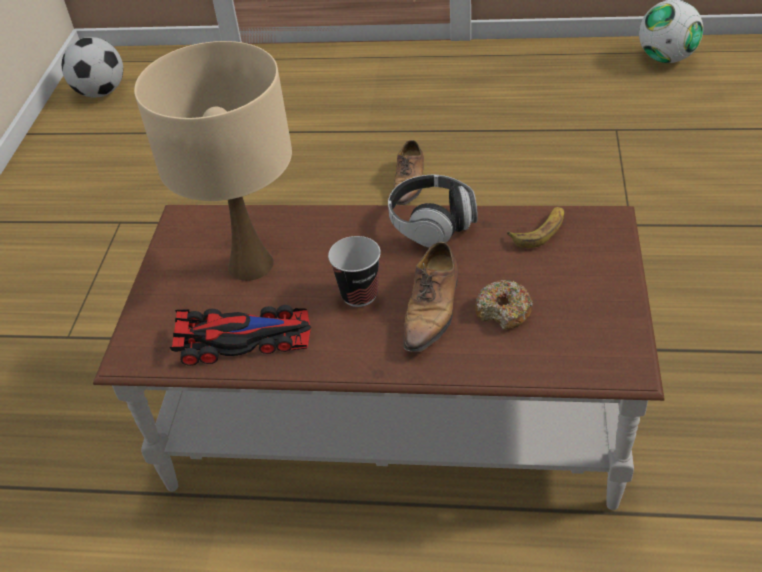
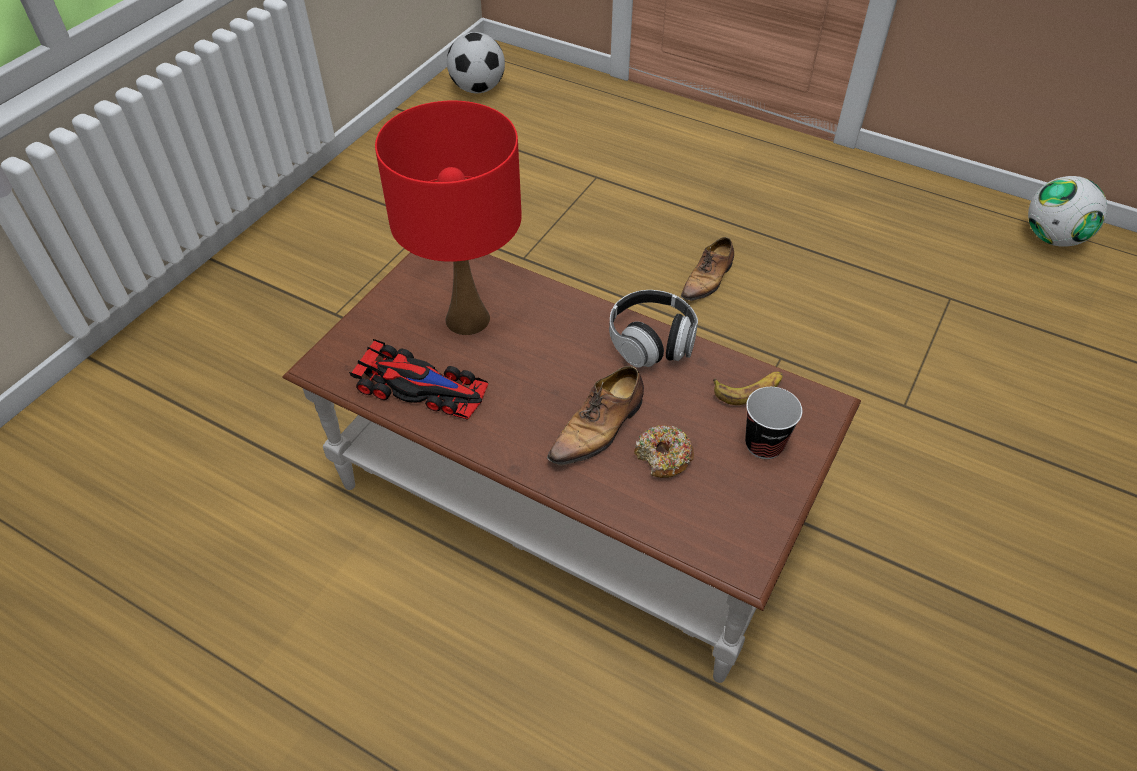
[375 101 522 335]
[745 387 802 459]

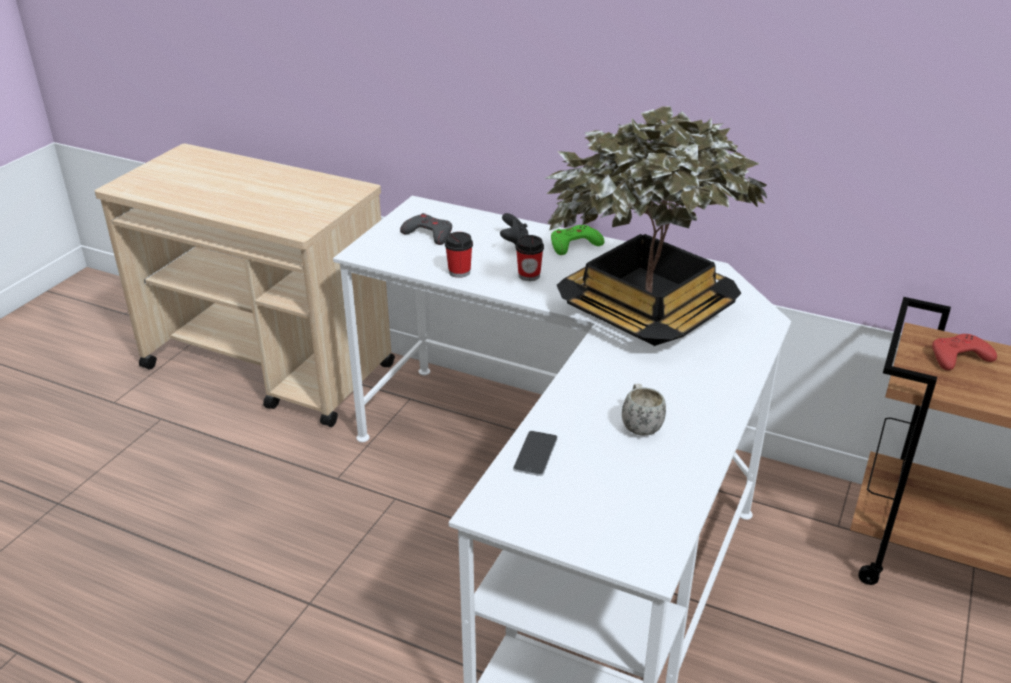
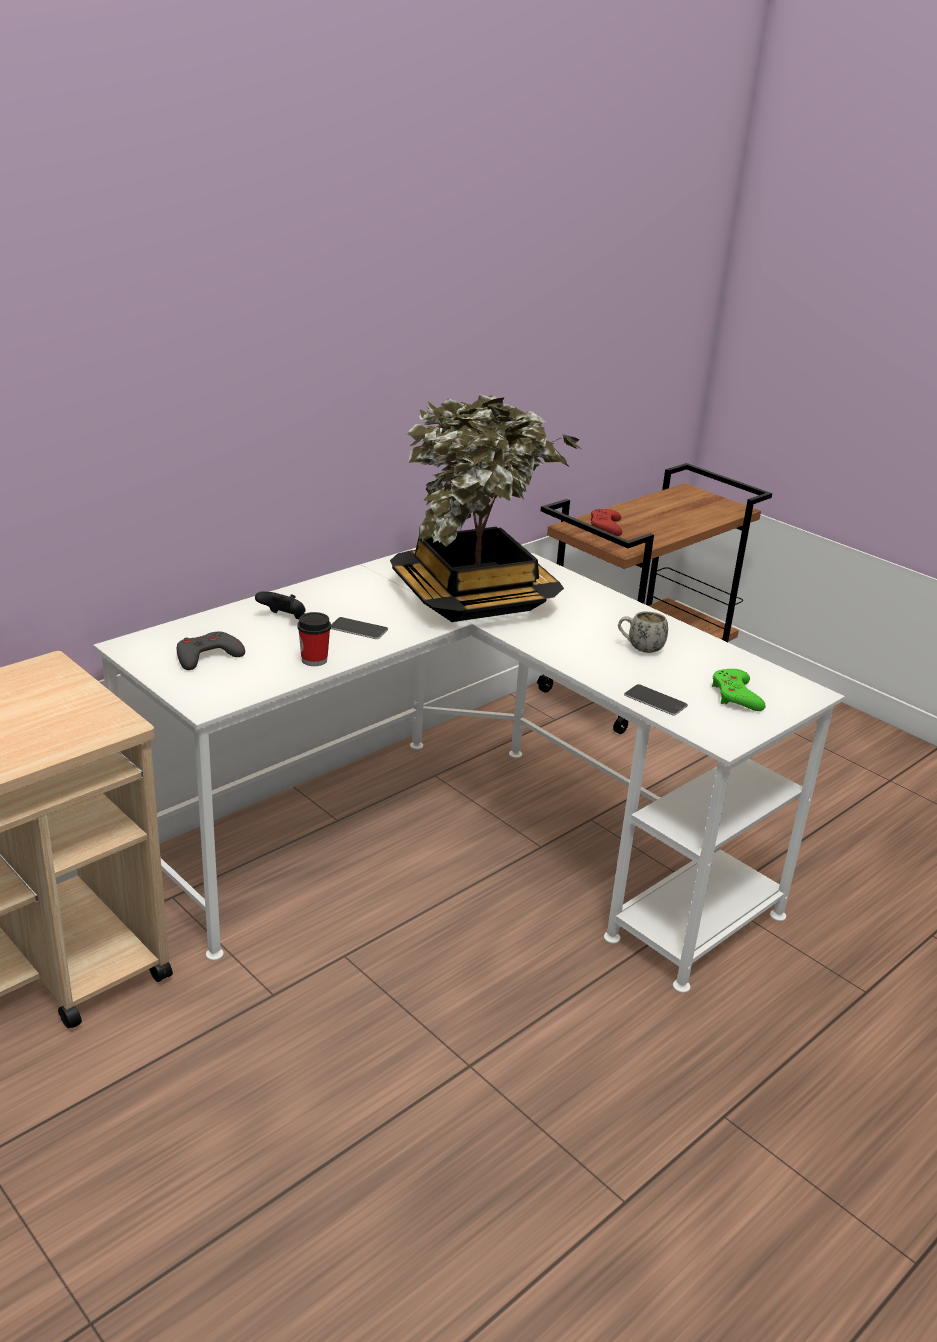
[712 669 766 711]
[331 617 388 639]

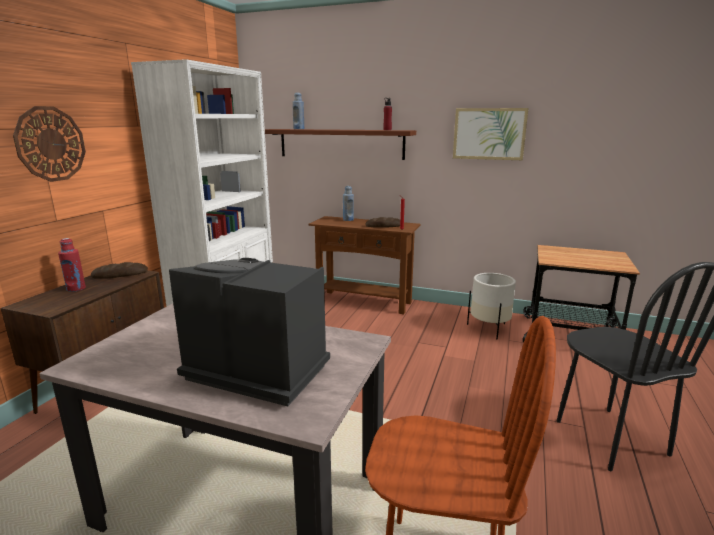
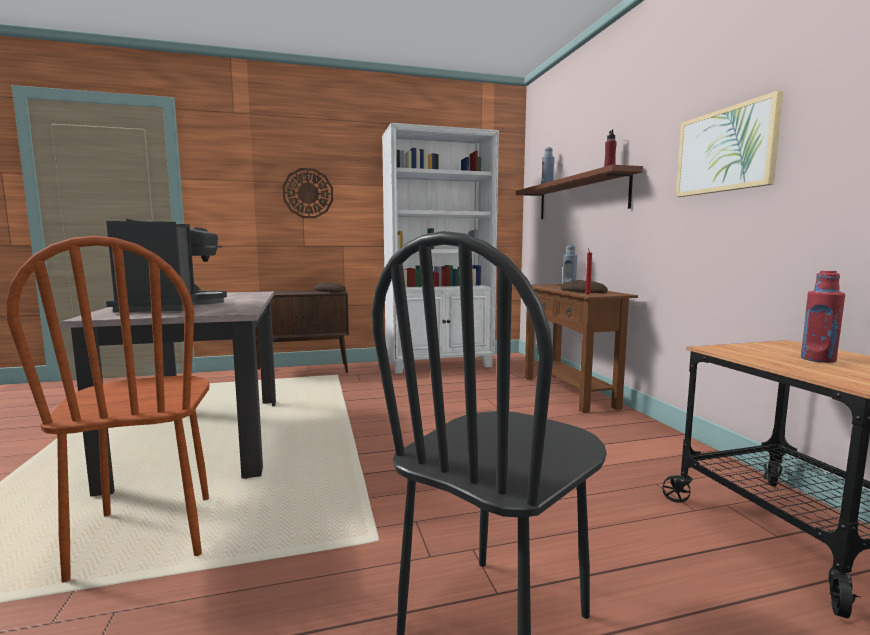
[801 271 845 363]
[467 273 516 339] (first image)

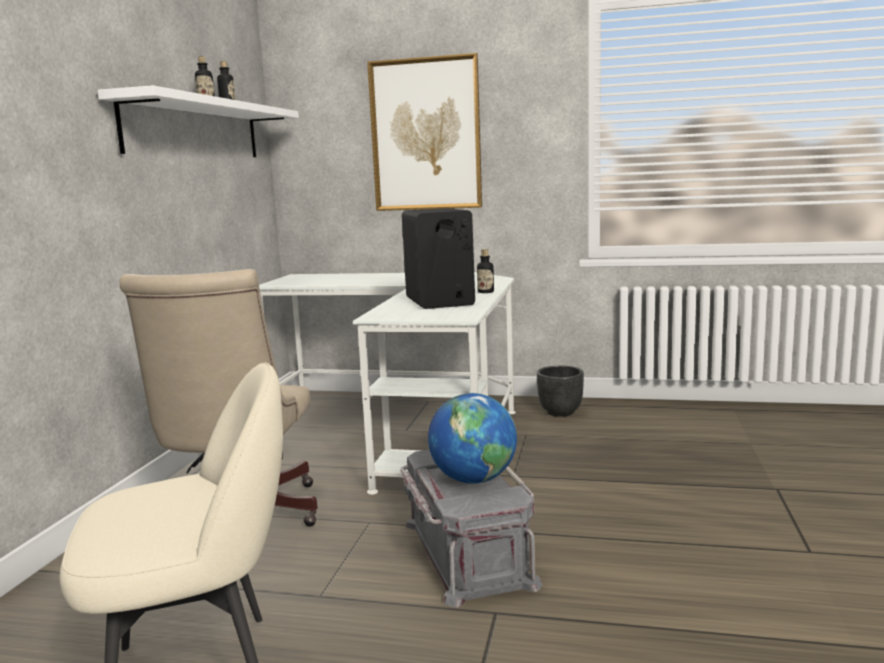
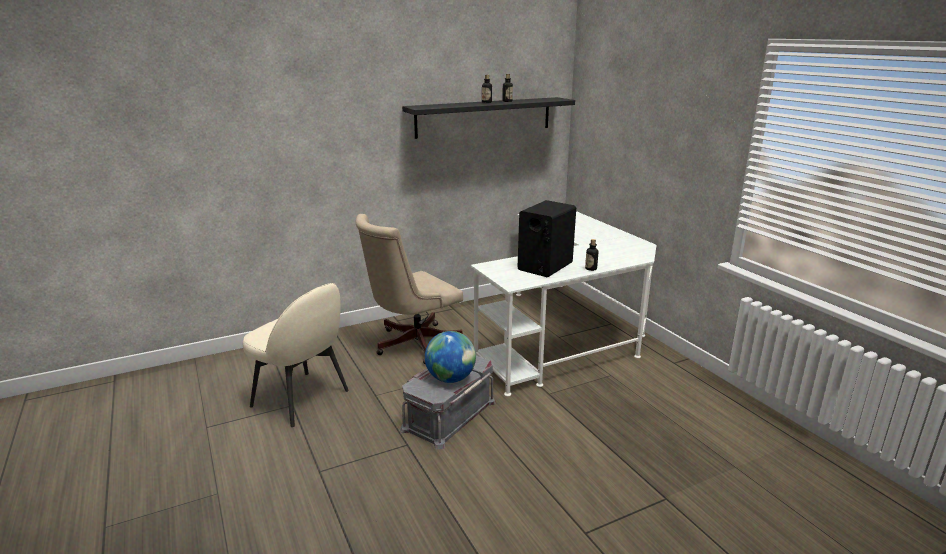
[367 53 482 211] (first image)
[402 97 575 139]
[537 366 584 417] (first image)

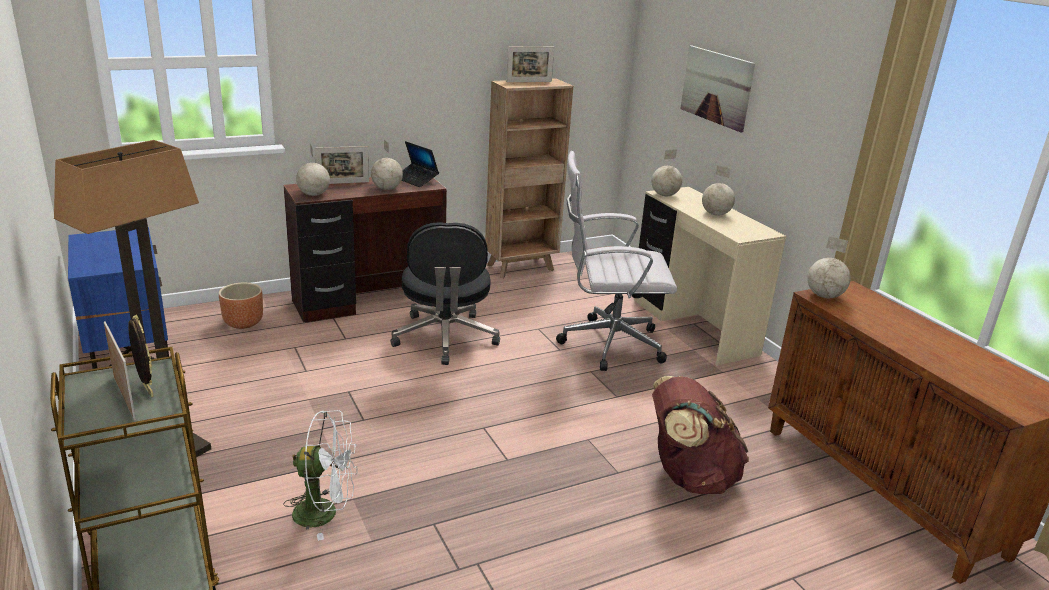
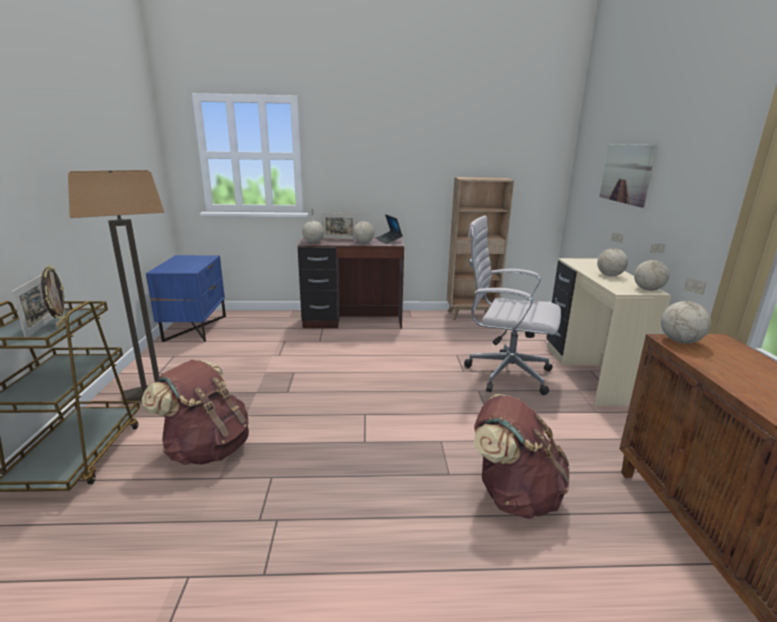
[506 46 554 82] (first image)
[634 243 669 291]
[391 222 500 365] (first image)
[219 283 263 329] (first image)
[142 360 249 465]

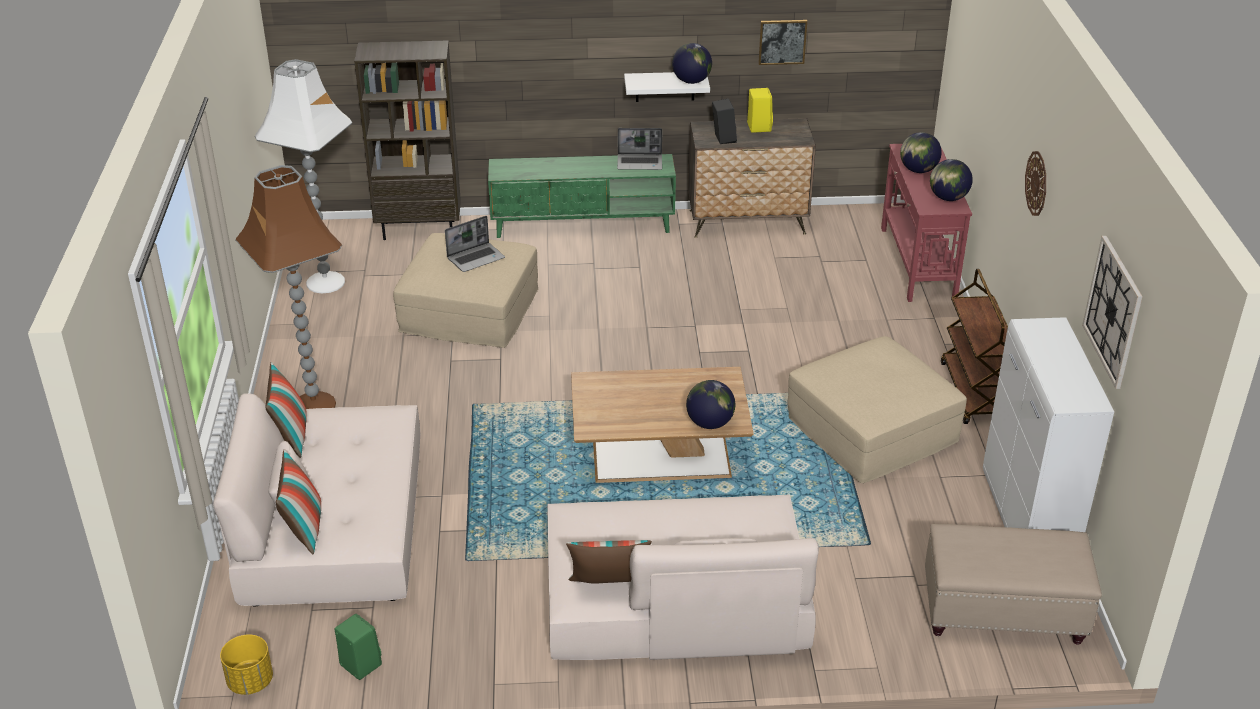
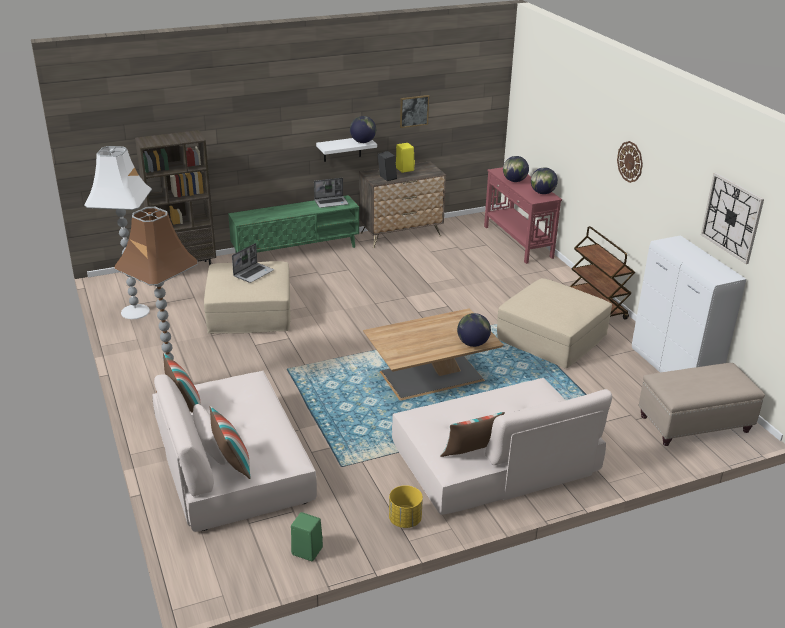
[389 485 423 528]

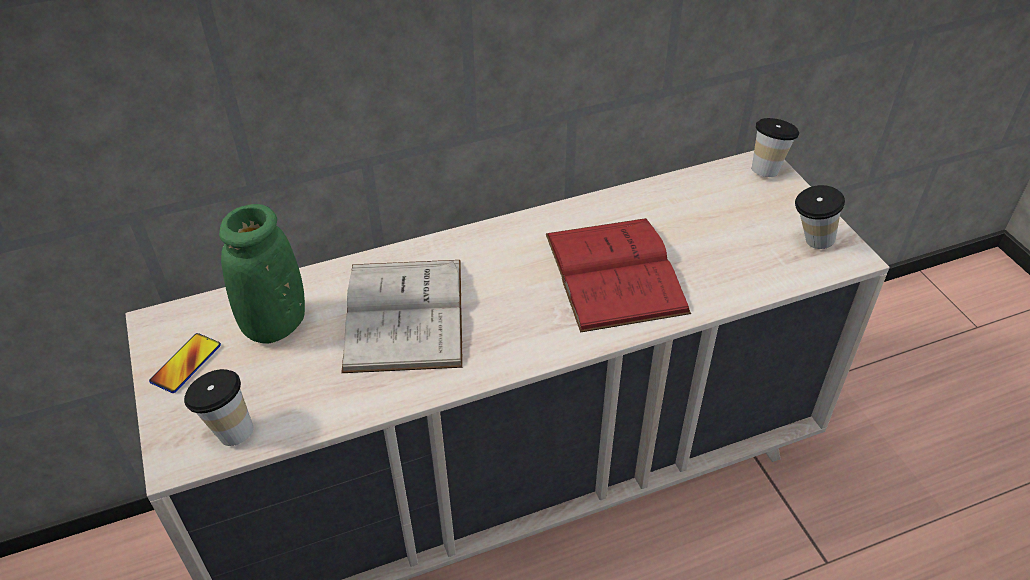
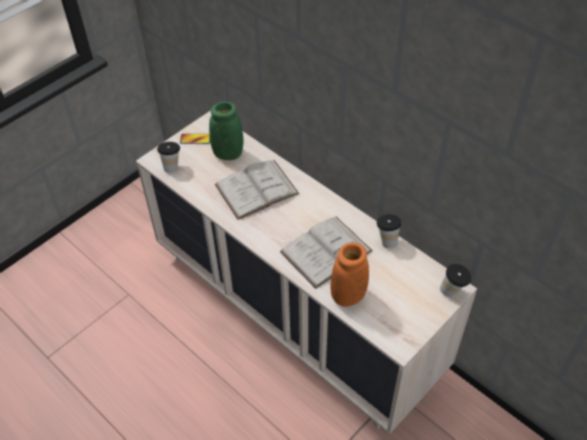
[377 214 402 248]
[280 217 372 289]
[331 243 369 307]

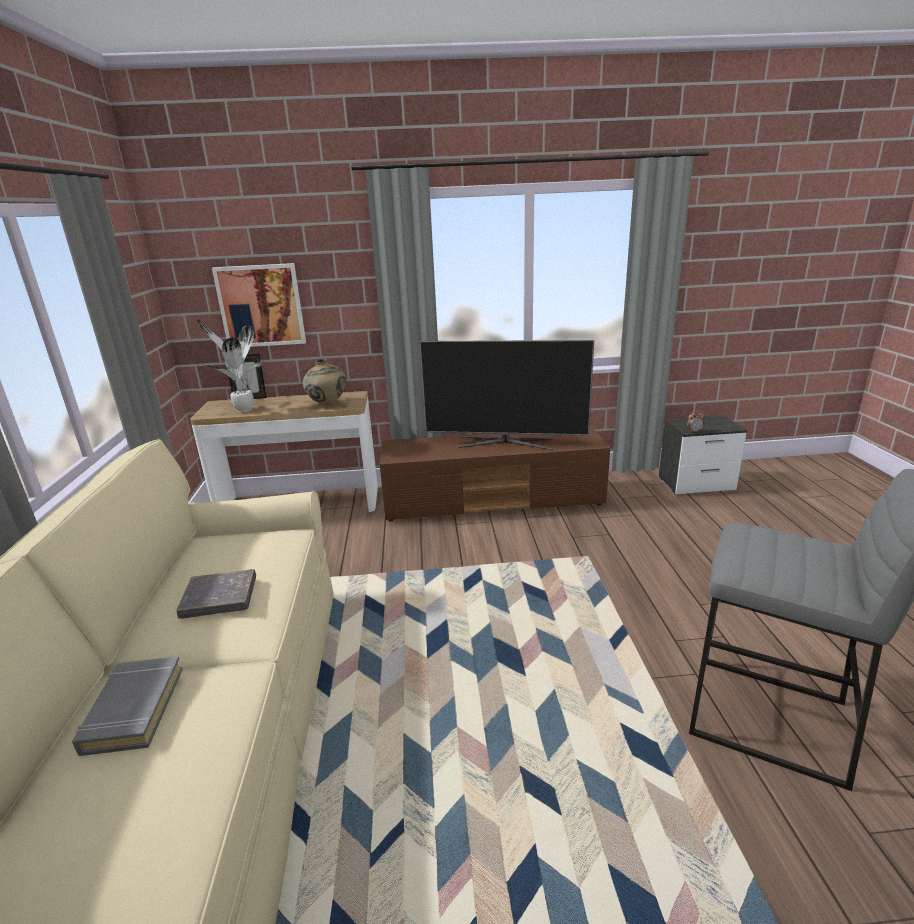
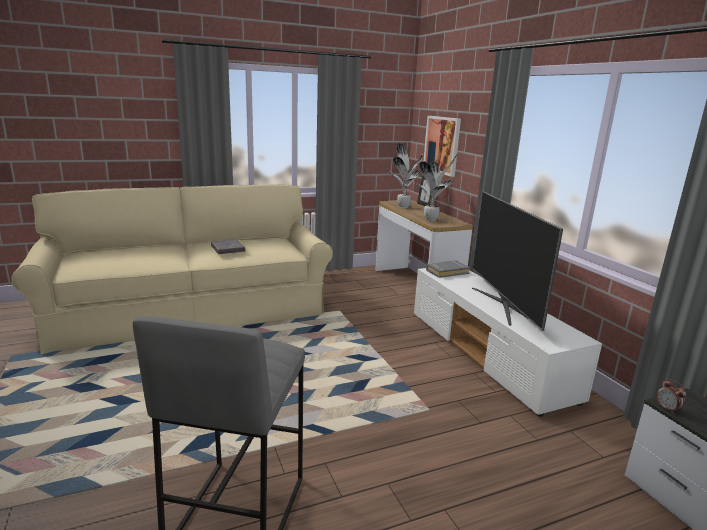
[415 153 458 221]
[414 268 602 417]
[426 260 470 278]

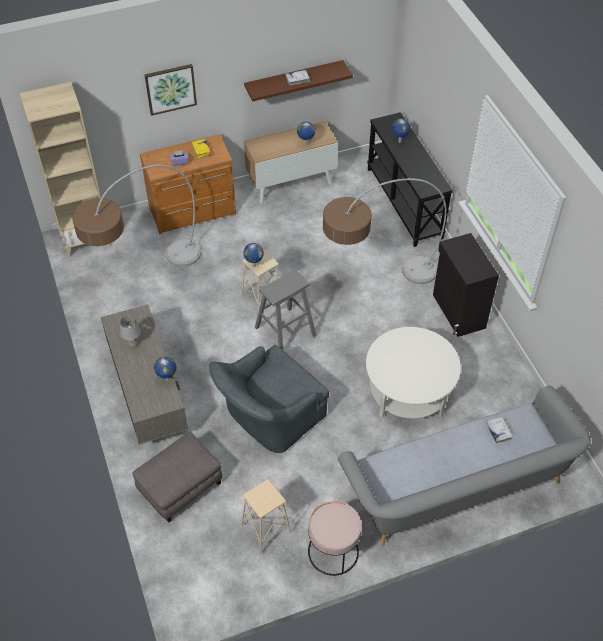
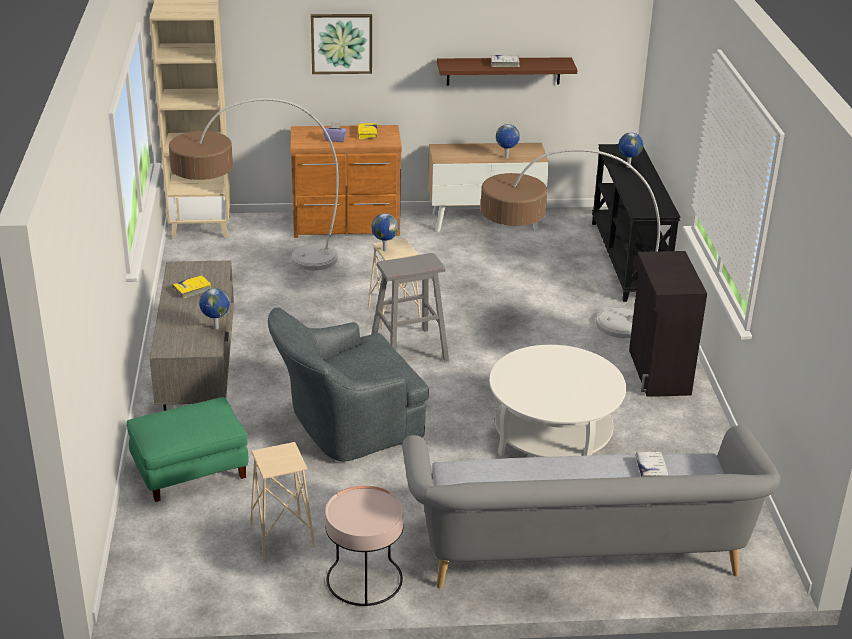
[172 275 211 299]
[127 397 248 502]

